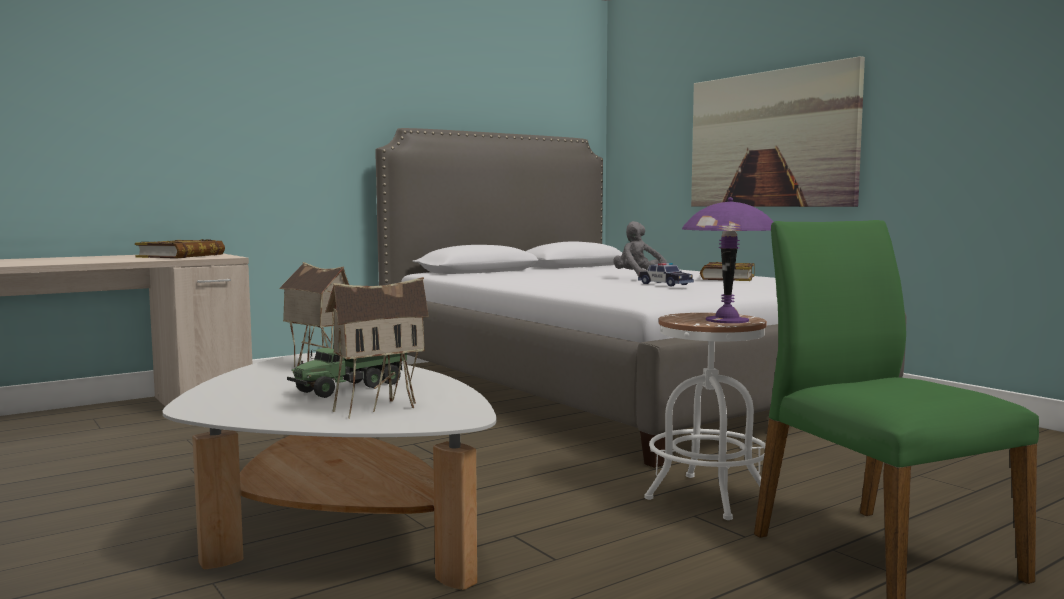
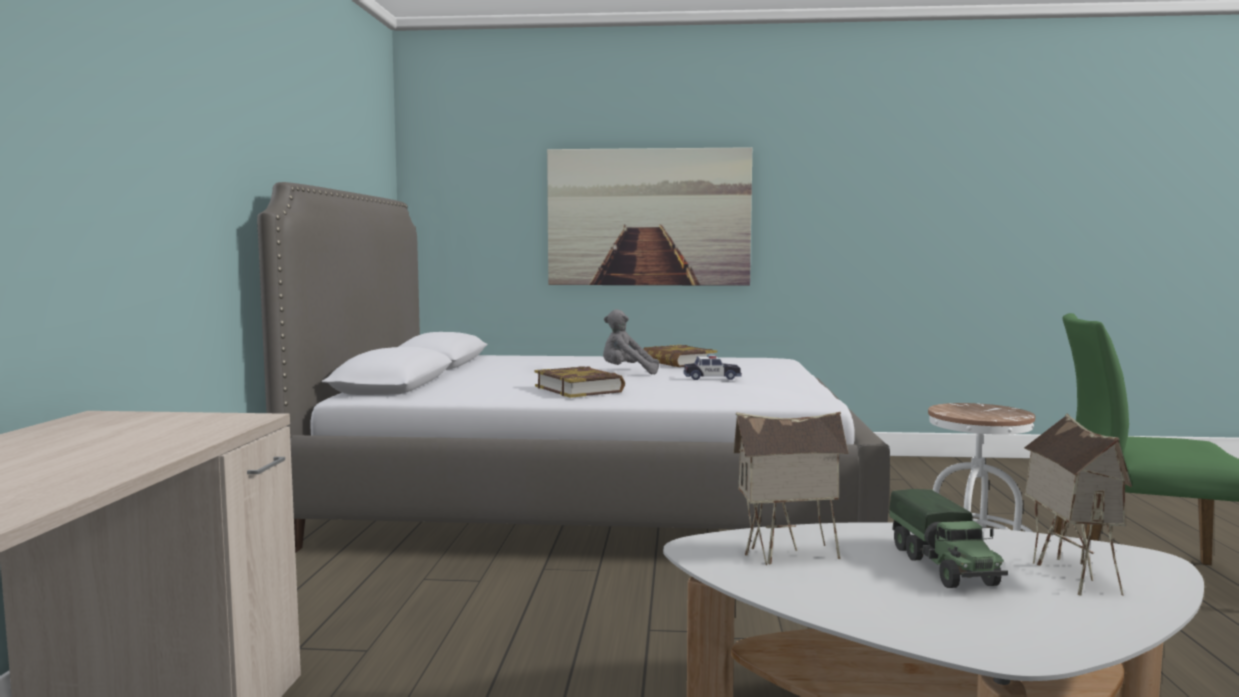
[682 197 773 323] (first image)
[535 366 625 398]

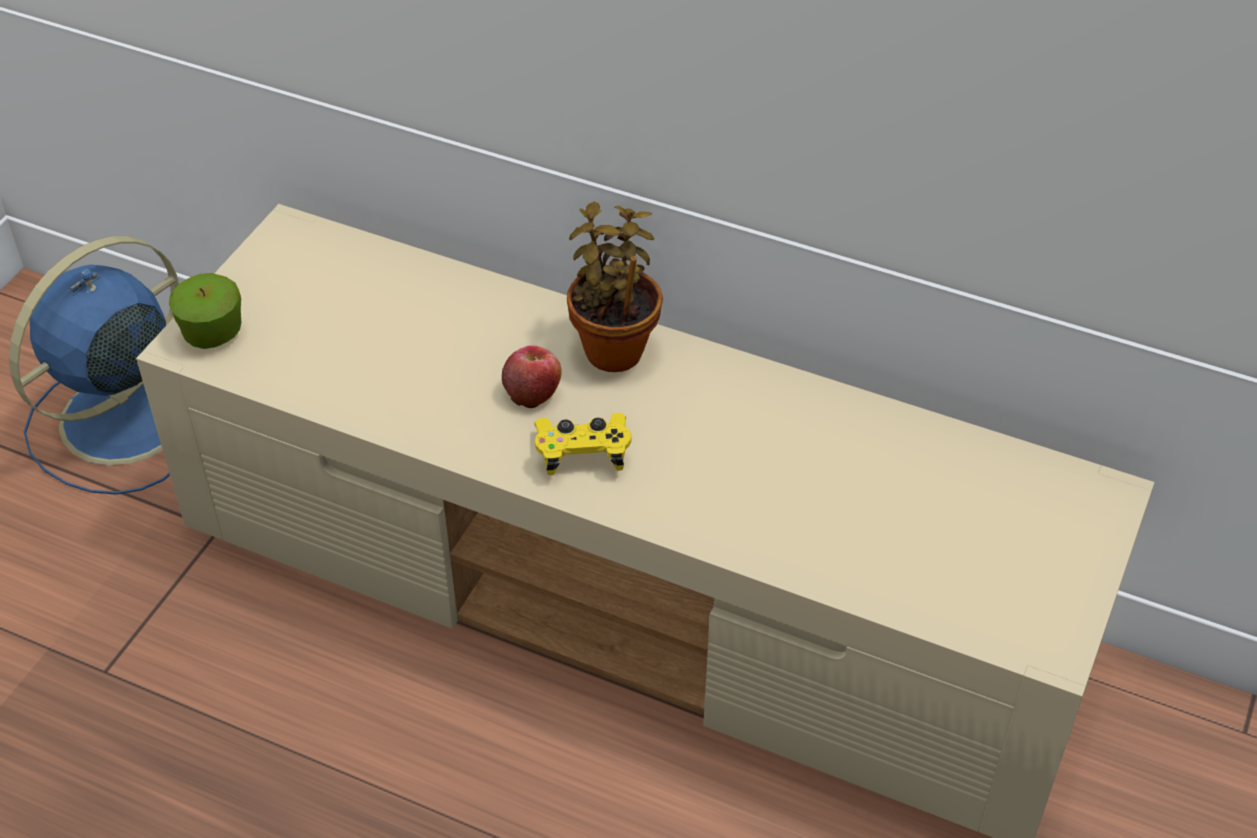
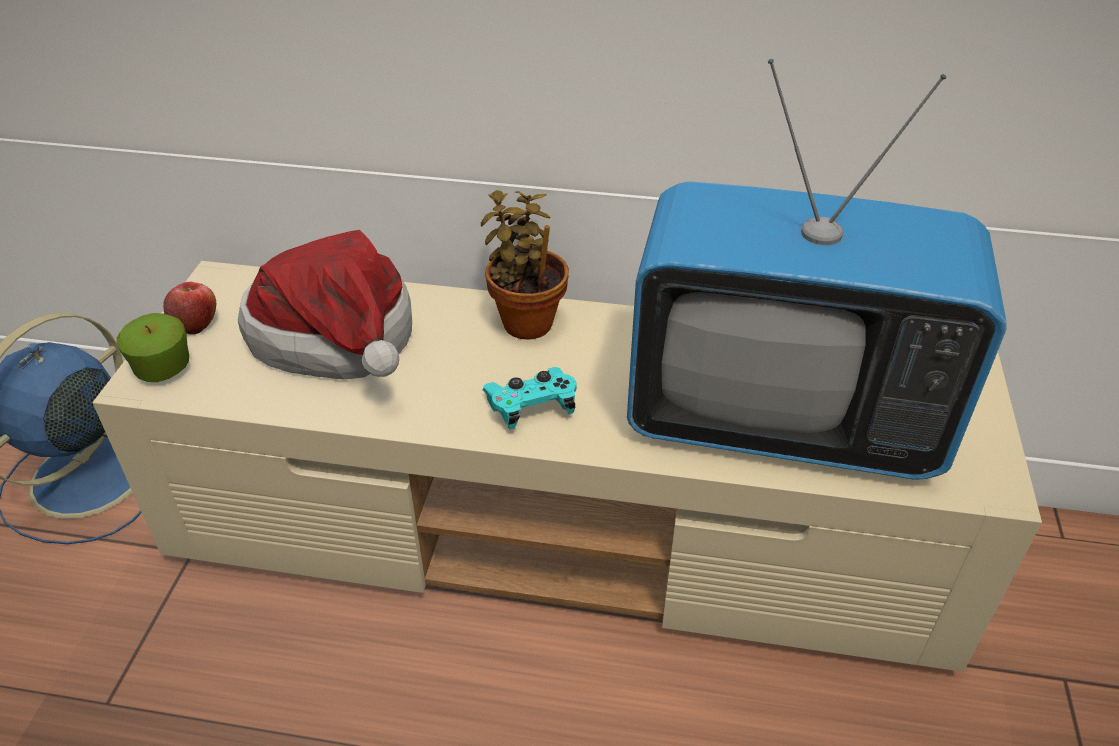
[163 282 216 335]
[482 367 577 429]
[627 59 1007 480]
[238 230 412 380]

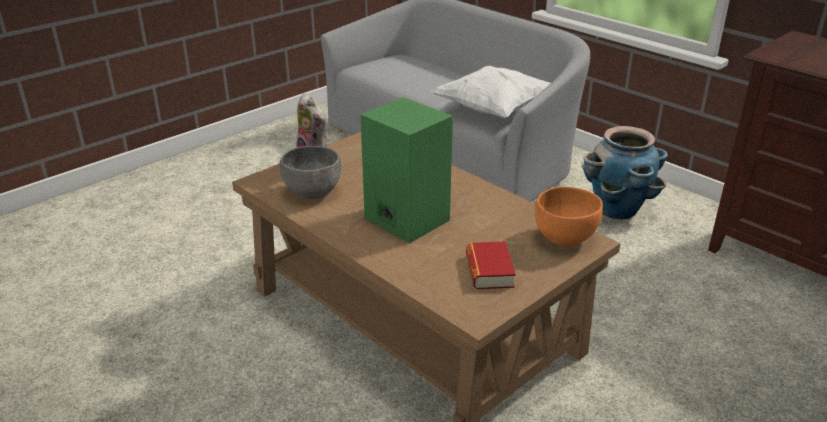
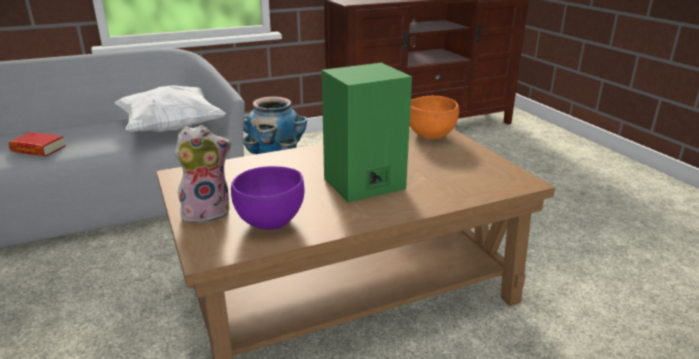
[231 166 304 230]
[8 132 66 156]

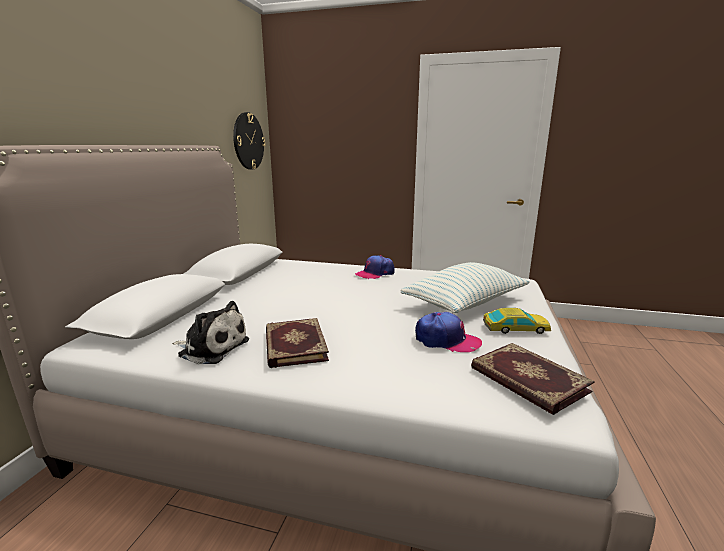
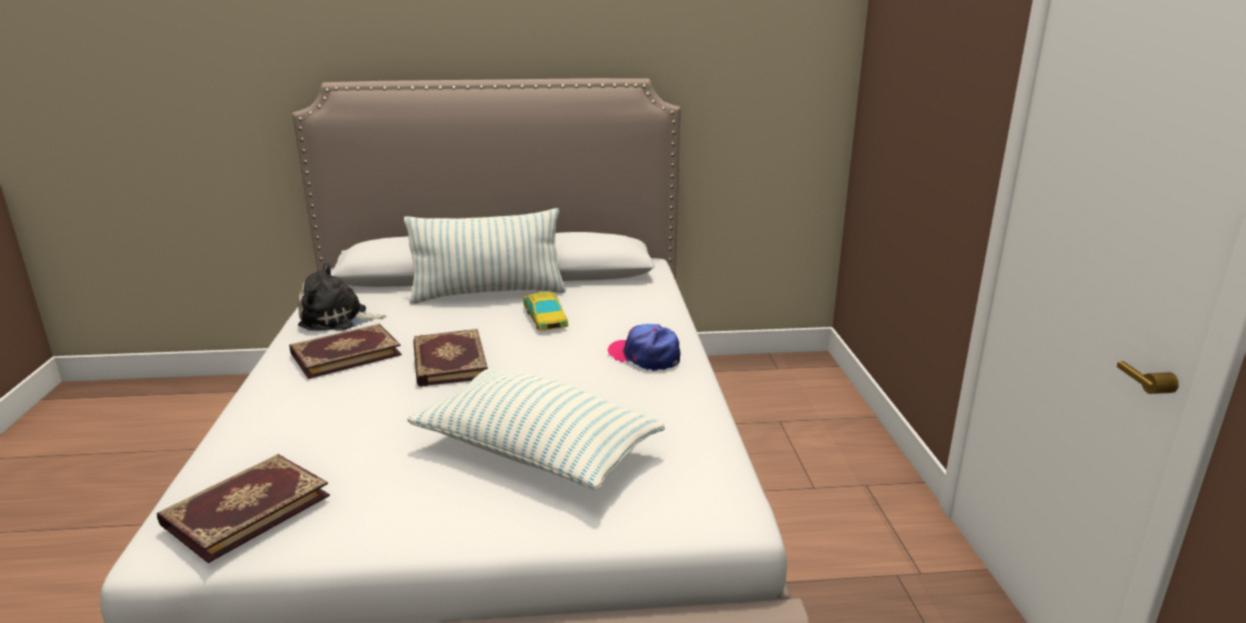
[233 112 265 170] (first image)
[298 262 387 331]
[523 292 568 331]
[415 312 482 352] (first image)
[404 208 566 304]
[413 329 488 387]

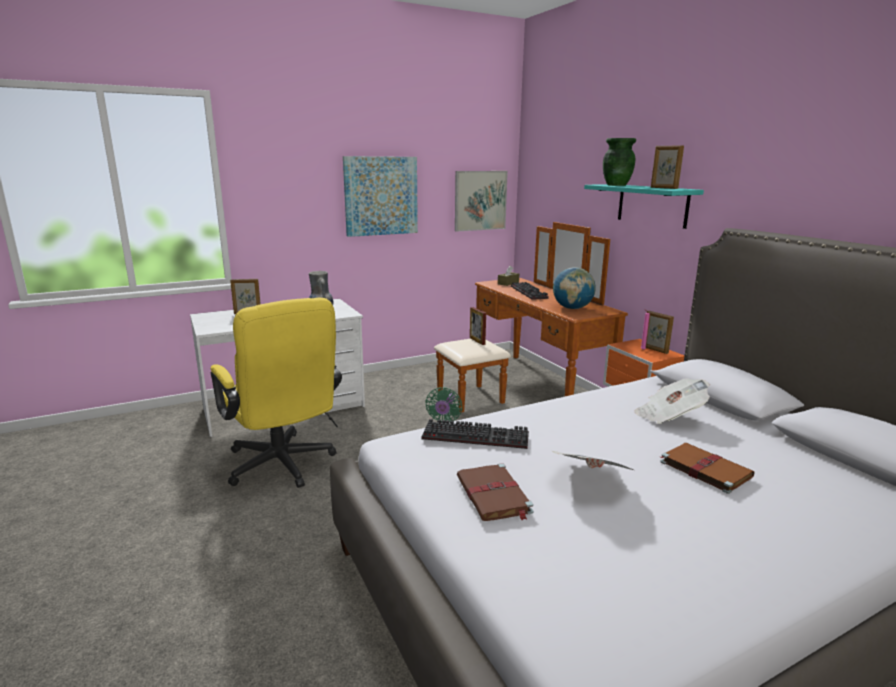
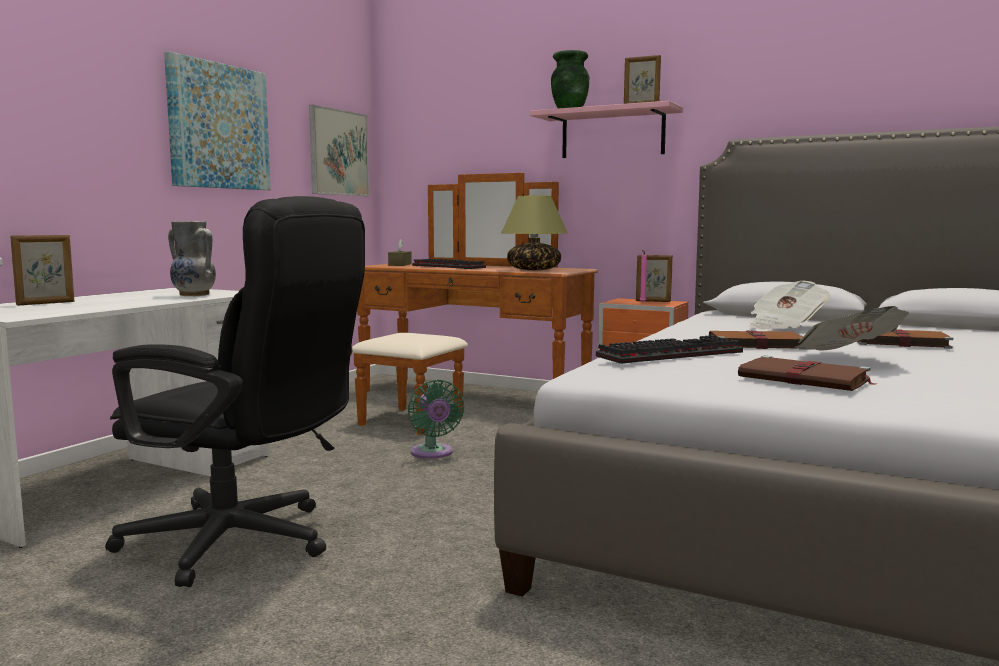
[529 101 683 158]
[501 196 568 270]
[105 196 365 587]
[470 307 486 345] (first image)
[709 331 806 350]

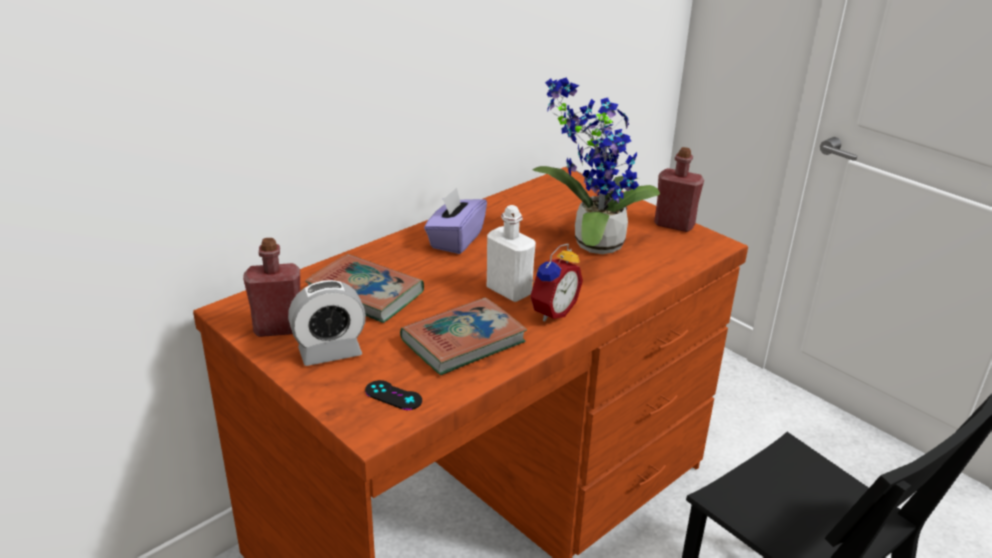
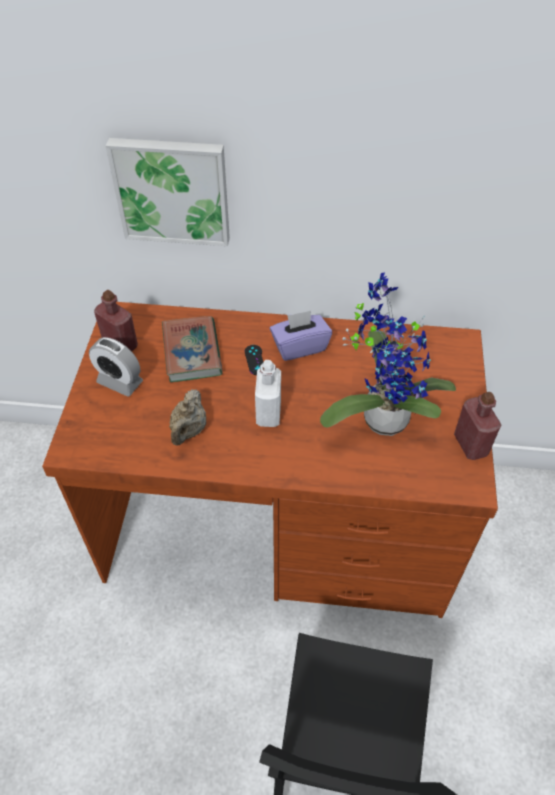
[530 244 583 321] (first image)
[169 389 206 446]
[245 345 263 375]
[106 138 230 246]

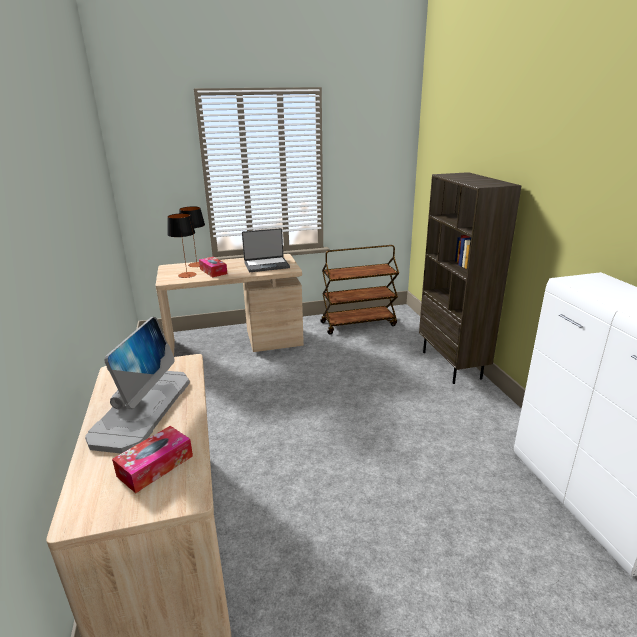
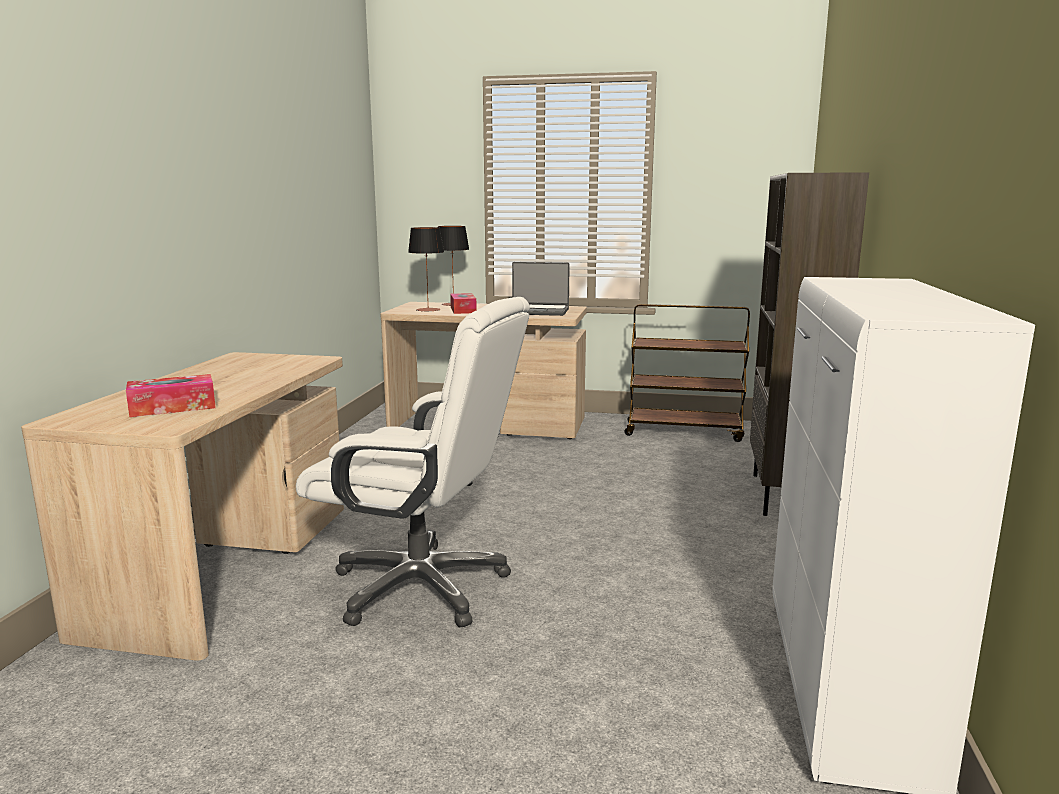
[85 317 190 454] (first image)
[296 297 530 627]

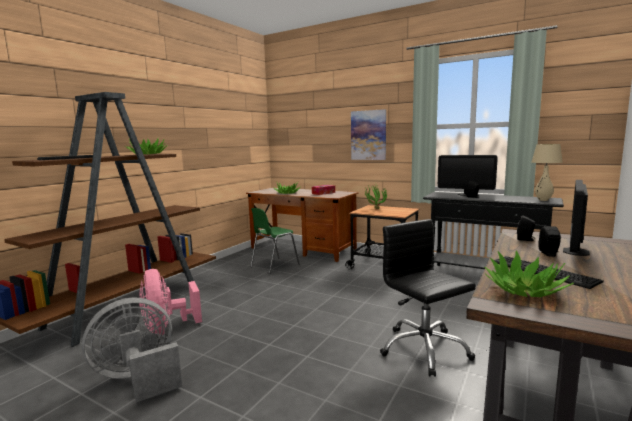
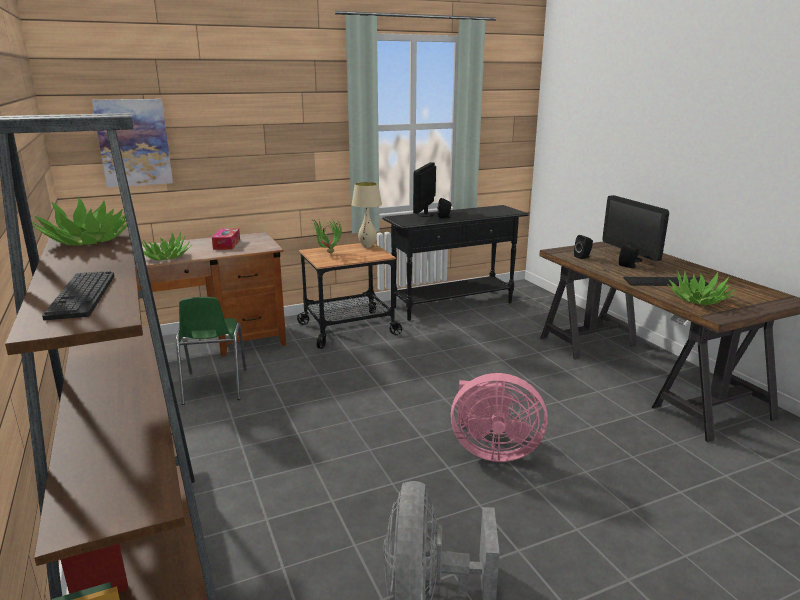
[92 99 173 187]
[352 182 382 248]
[413 162 436 217]
[380 219 476 377] (first image)
[451 373 548 462]

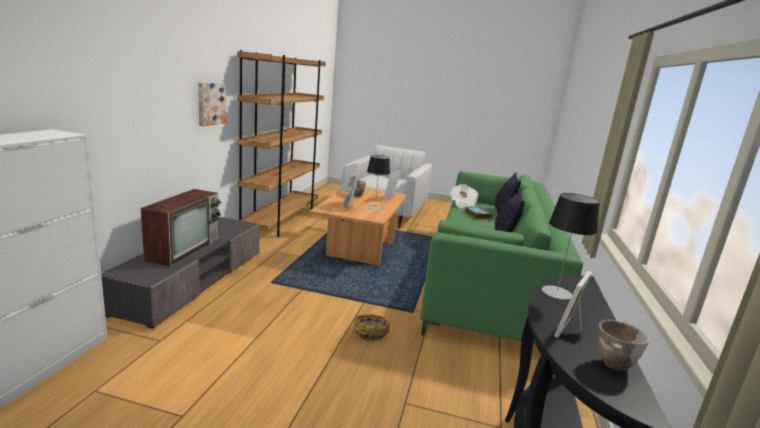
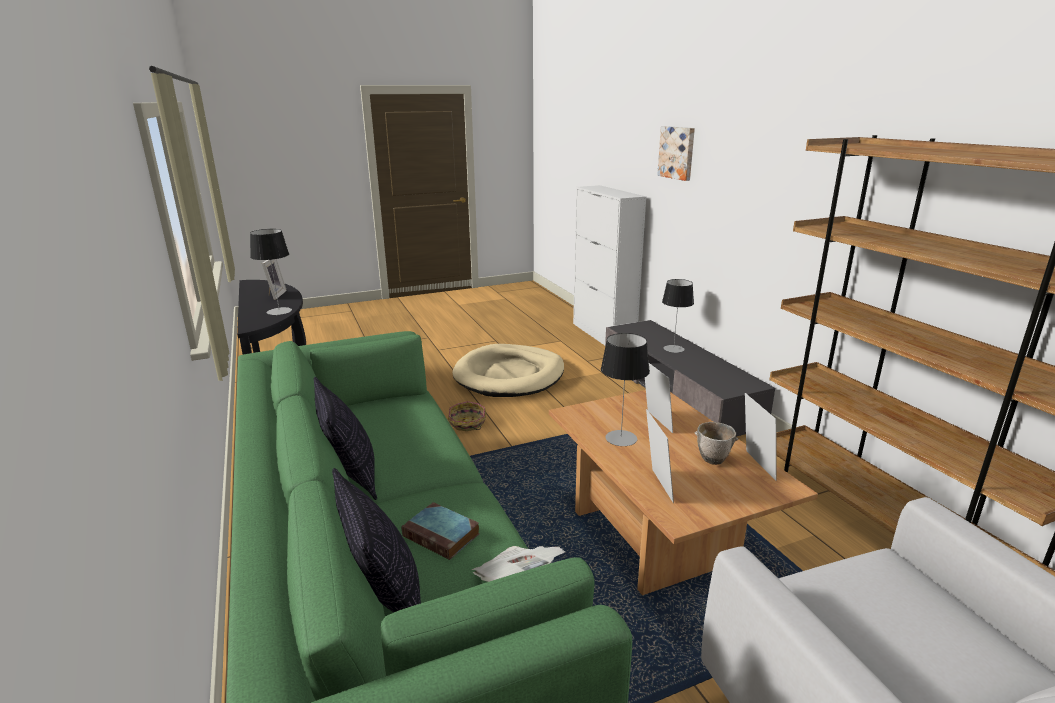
[657 126 695 181]
[662 279 694 353]
[598 320 649 372] (first image)
[452 344 564 397]

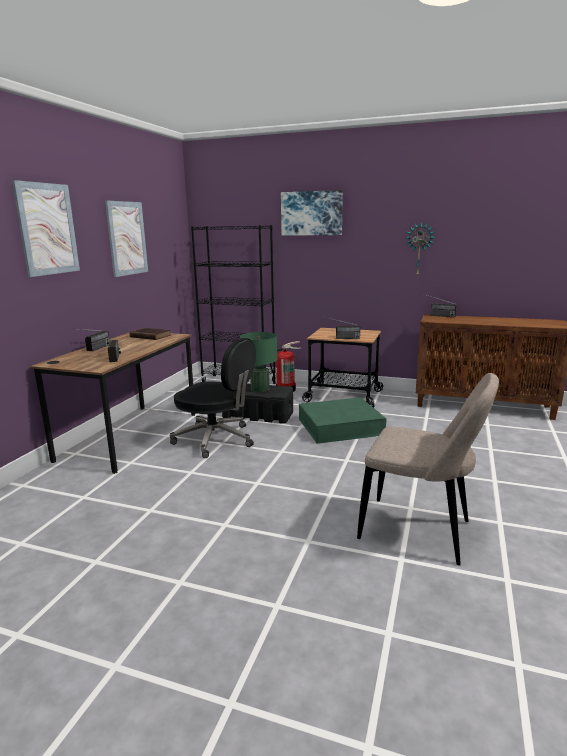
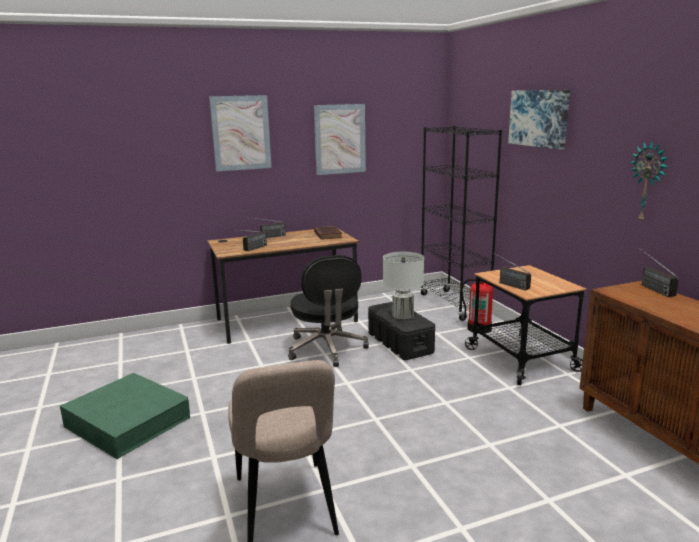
[383 252 424 319]
[60 373 190 459]

